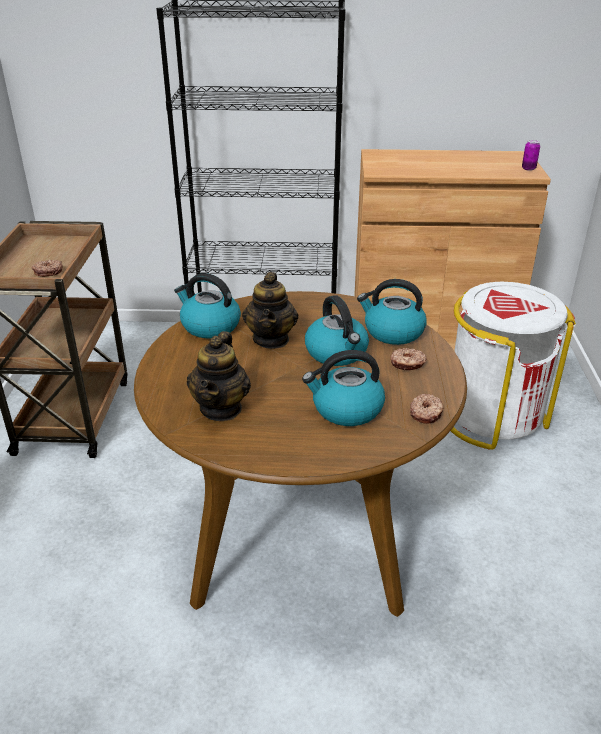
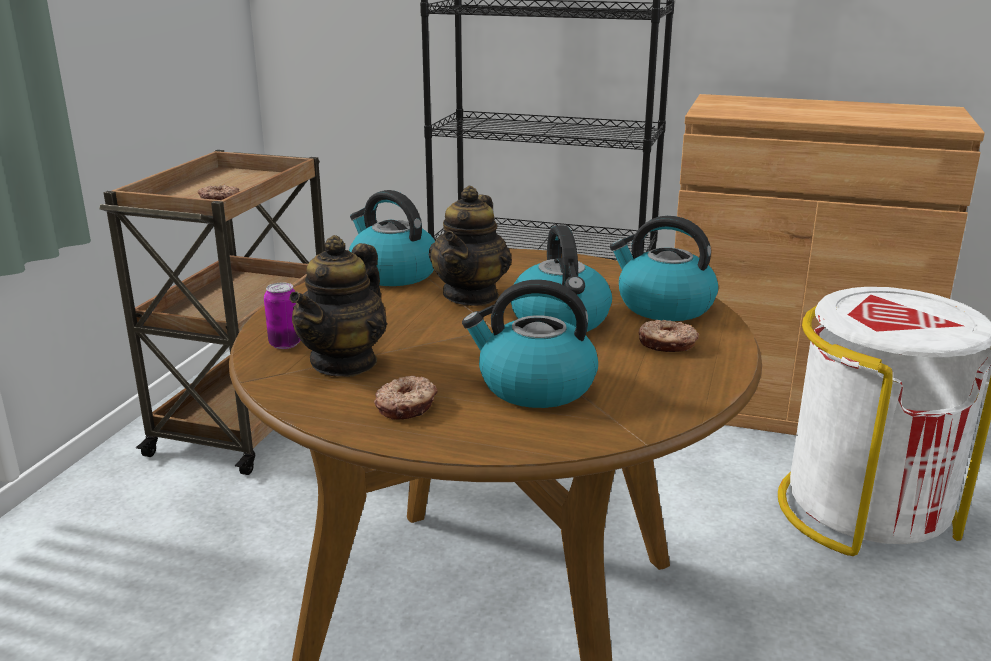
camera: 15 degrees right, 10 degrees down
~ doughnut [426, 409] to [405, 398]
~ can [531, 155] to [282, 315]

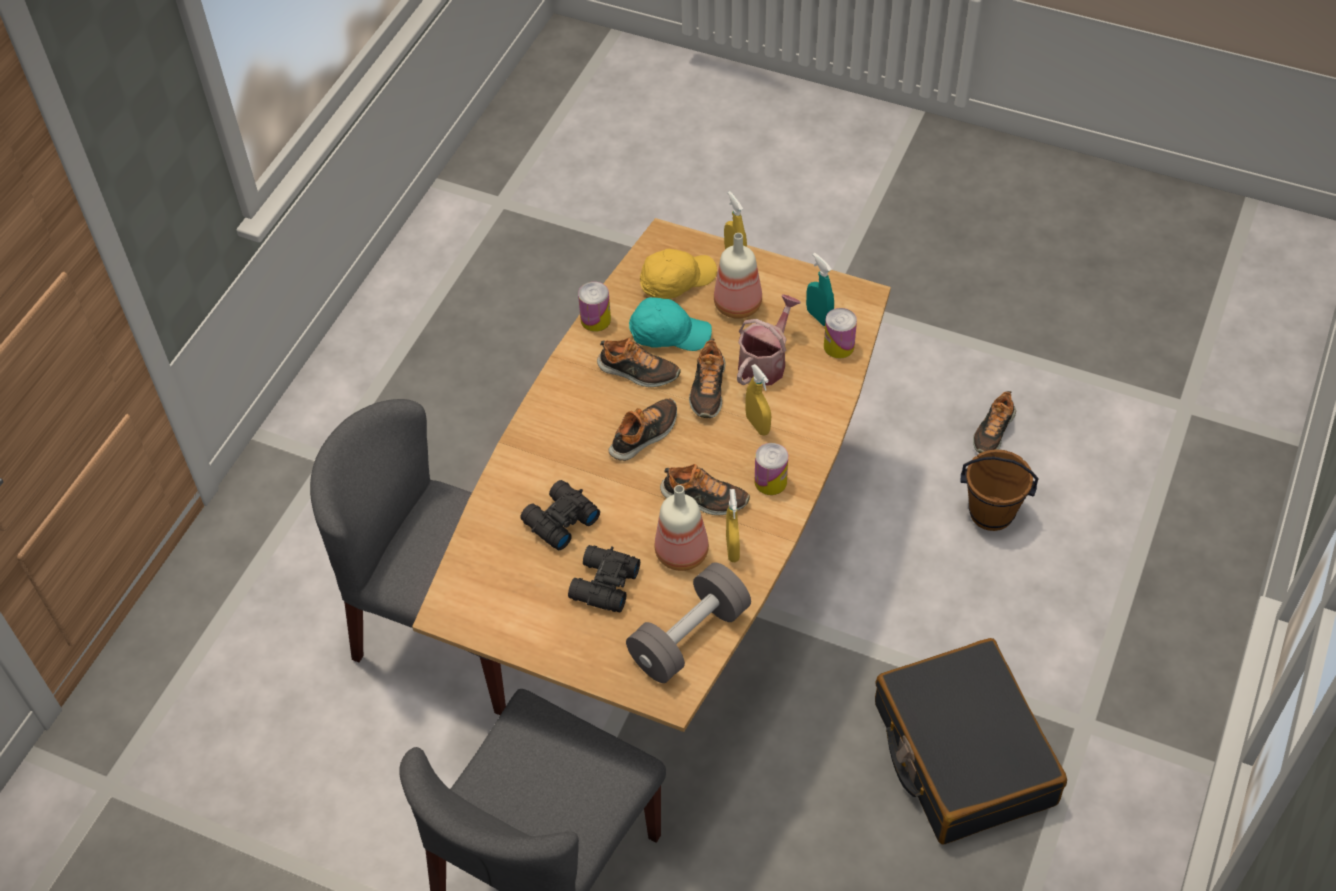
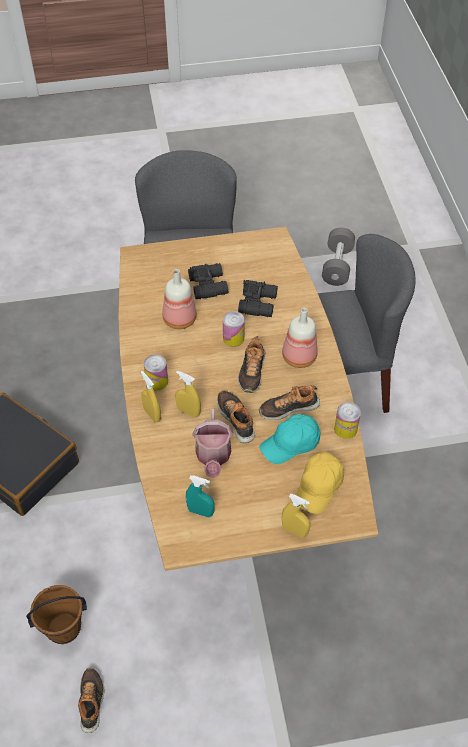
camera: 145 degrees right, 0 degrees up
~ dumbbell/gray [688, 622] to [338, 256]
- low shoe [705, 489]
~ drink bottle [738, 276] to [300, 338]
~ spray bottle/yellowish [733, 525] to [151, 396]
~ can [840, 333] to [234, 329]

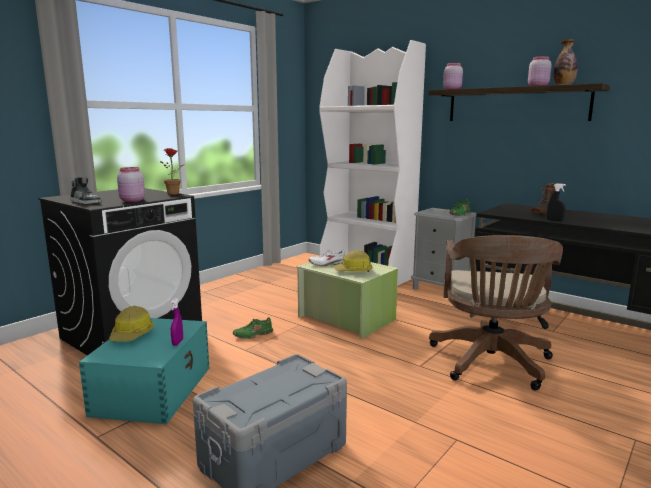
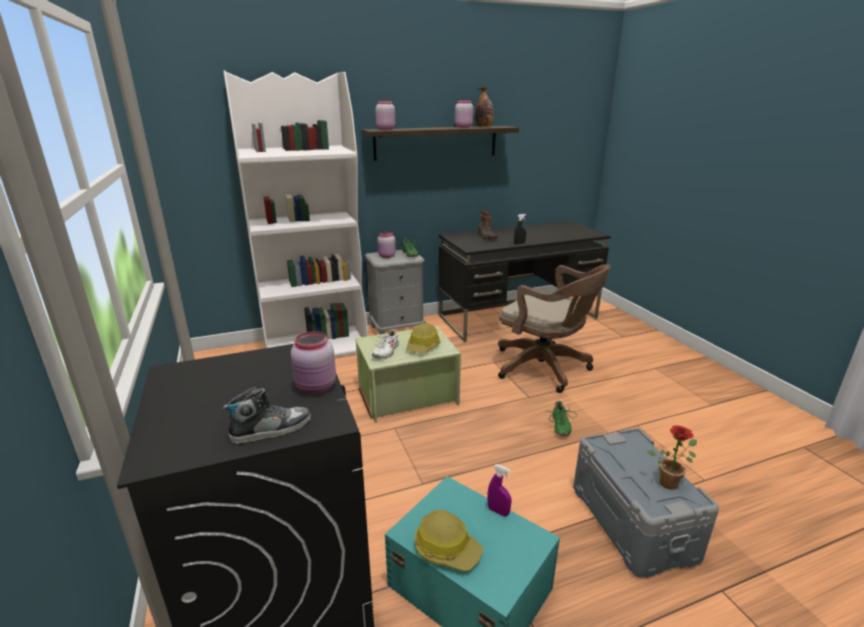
camera: 60 degrees left, 10 degrees up
~ potted plant [171, 171] to [672, 457]
~ low shoe/green-coloured [253, 328] to [562, 418]
+ storage jar/pink [386, 245]

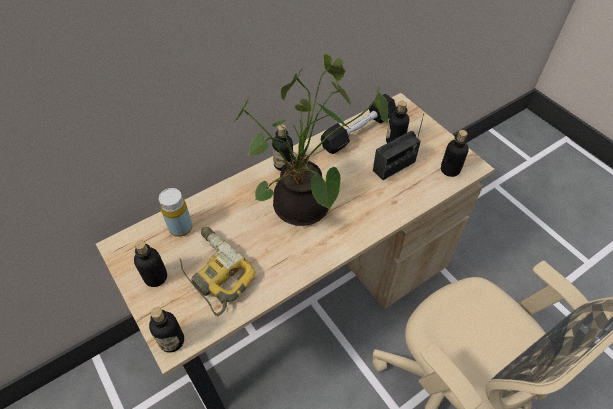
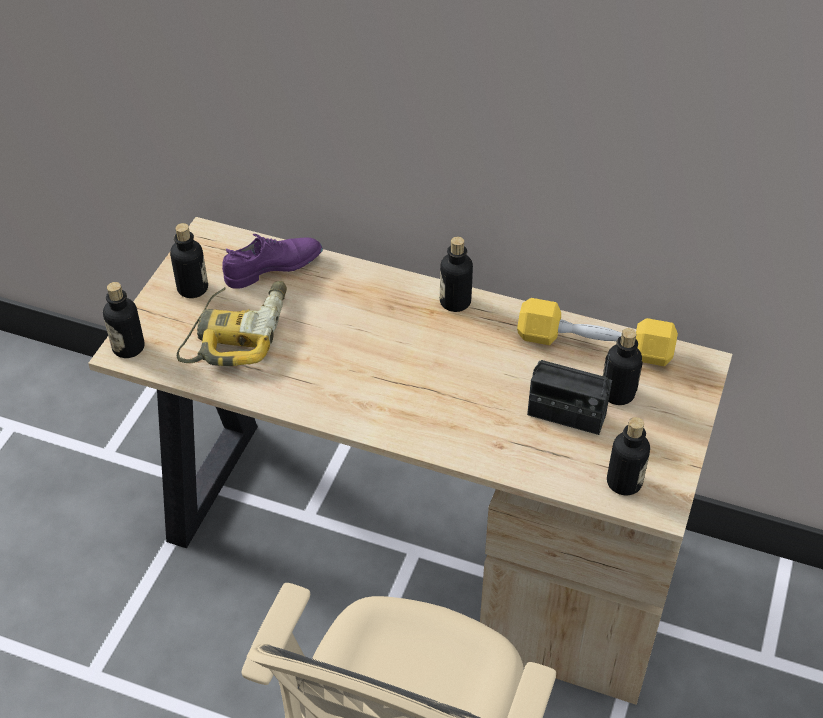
camera: 55 degrees right, 5 degrees down
~ drink bottle/yellowish [176, 212] to low shoe/purple [272, 261]
- potted plant [311, 140]
~ dumbbell/blackish [358, 124] to dumbbell/yellowish [597, 332]

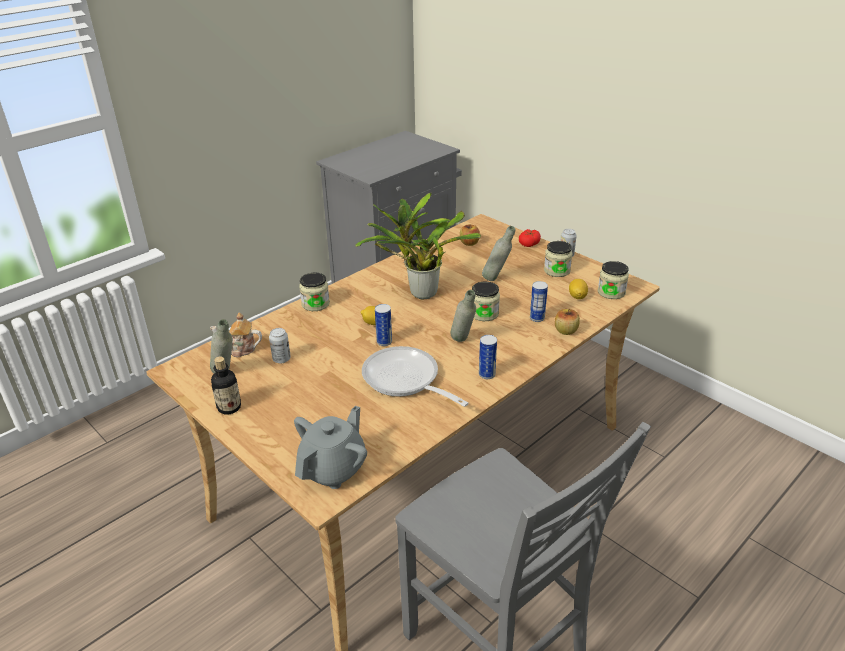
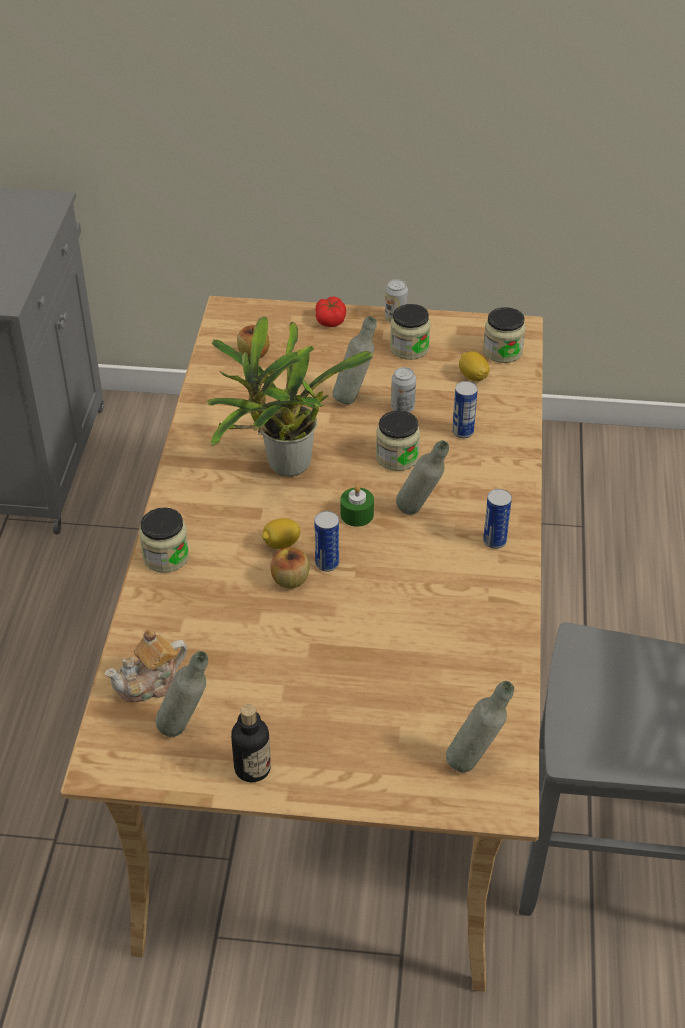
camera: 40 degrees left, 10 degrees up
~ can [280, 346] to [403, 389]
~ pot for tea/gray [330, 447] to drink bottle/gray [480, 727]
- pan [415, 376]
~ whole apple [567, 322] to [290, 568]
+ wax candle/green-coloured [357, 506]

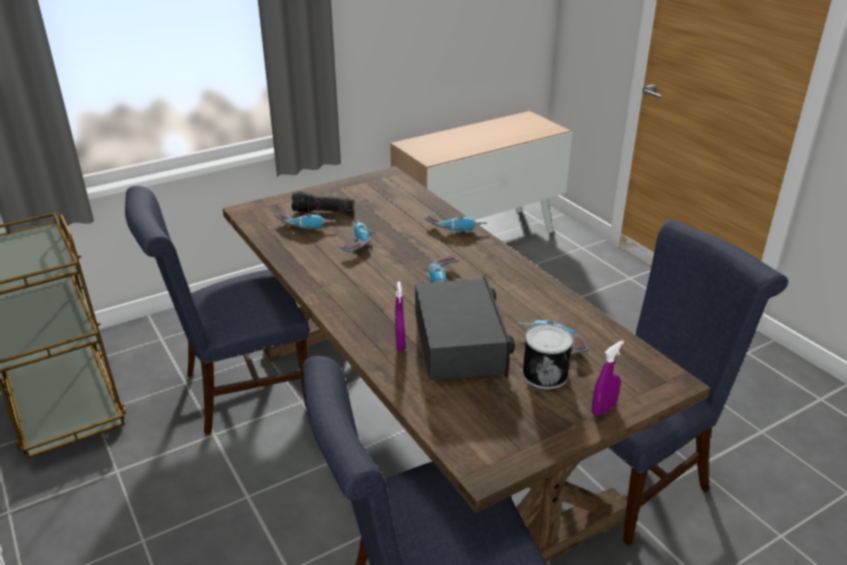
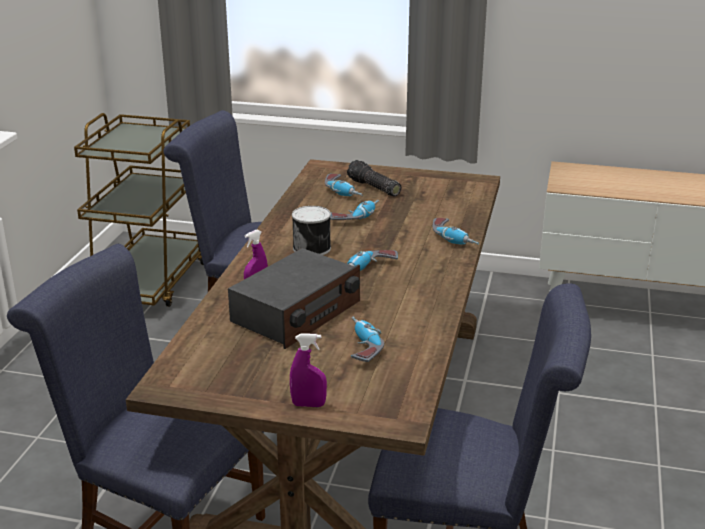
camera: 45 degrees right, 5 degrees down
~ can [547, 356] to [311, 230]

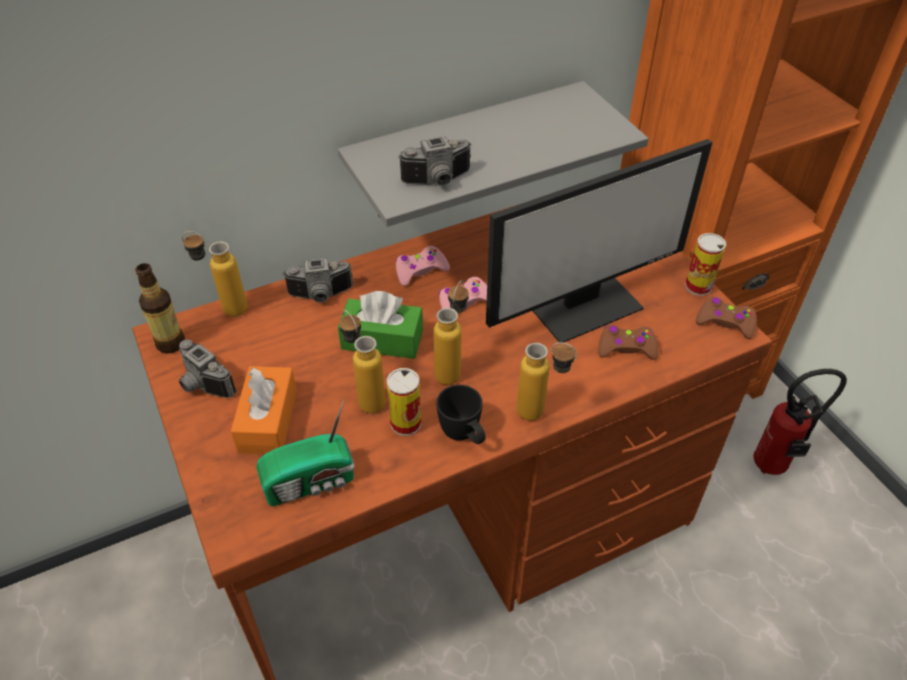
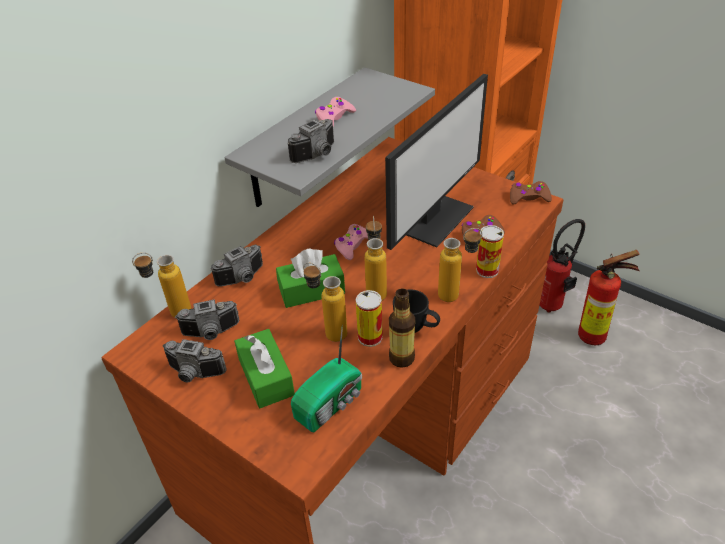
camera: 25 degrees left, 5 degrees down
~ drink bottle [160, 308] to [402, 328]
~ box of tissues/orange-coloured [264, 410] to box of tissues/green-coloured [264, 368]
~ joypad/pink [423, 266] to [335, 112]
~ can [705, 264] to [490, 251]
+ photo camera [207, 319]
+ fire extinguisher [609, 297]

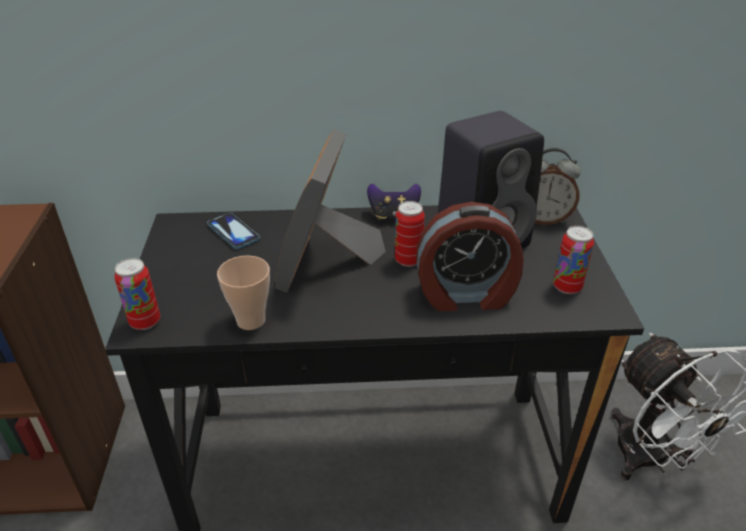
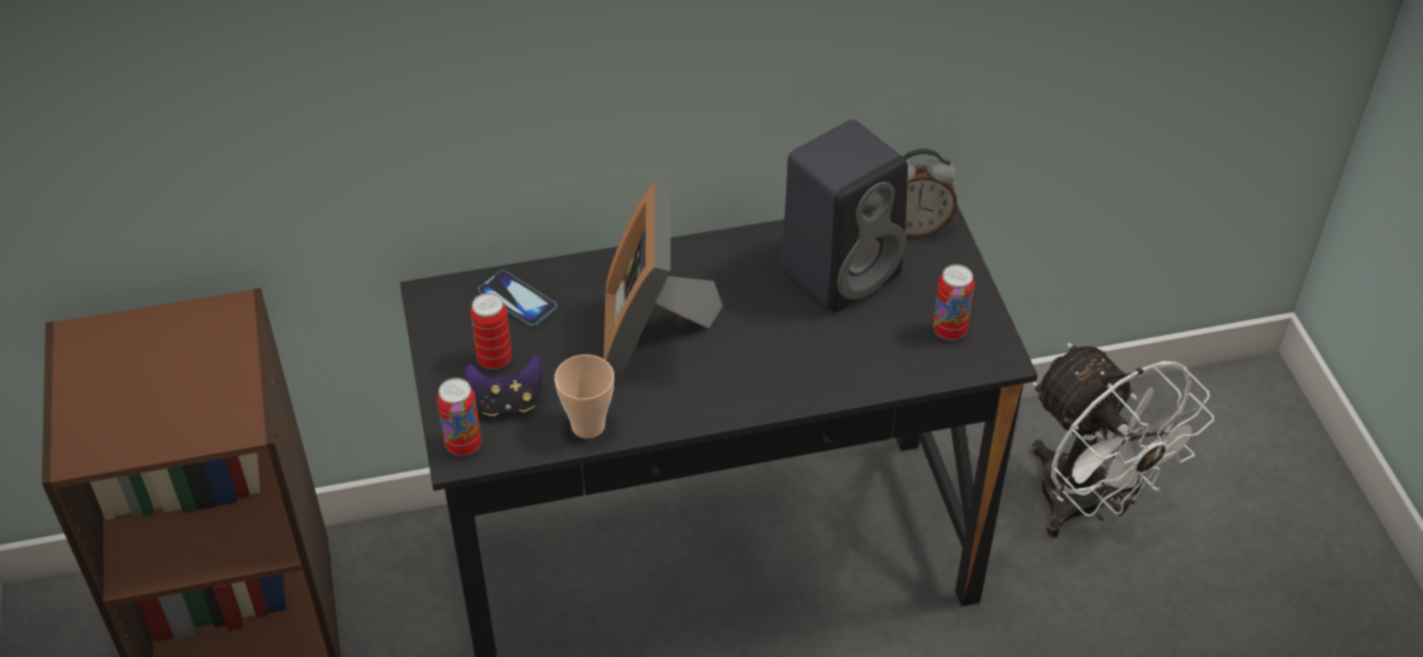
camera: 10 degrees left, 10 degrees up
~ joypad [394, 202] to [503, 386]
~ can [410, 234] to [491, 331]
- bedside clock [470, 256]

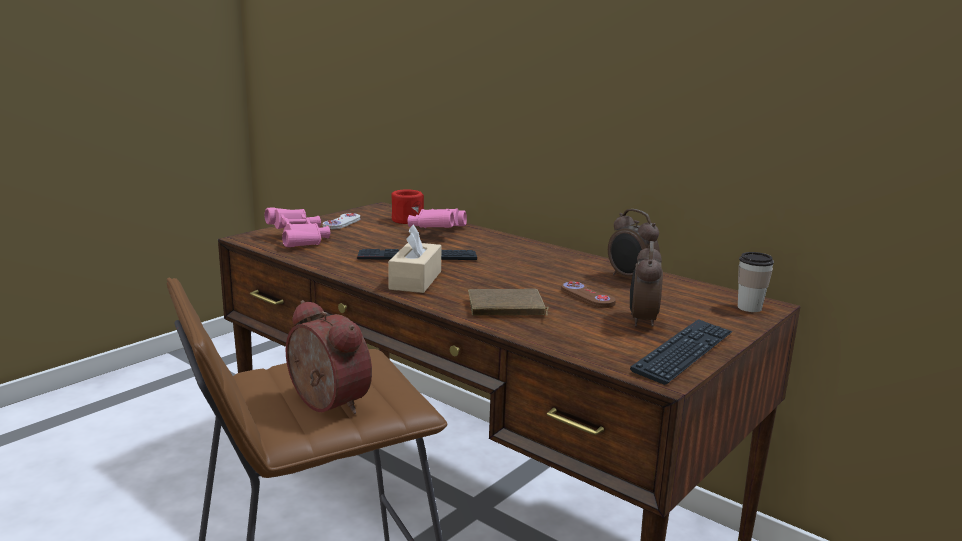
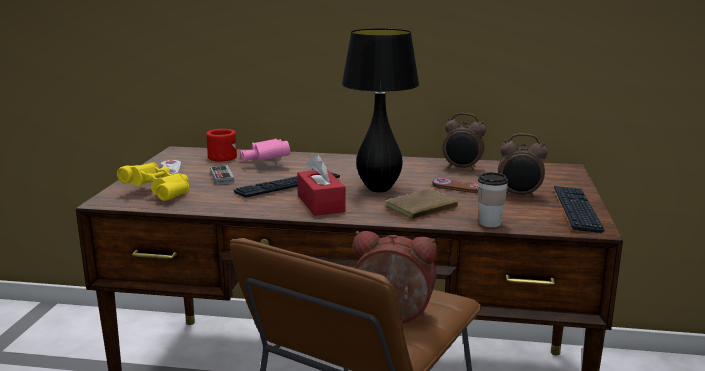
camera: 30 degrees left, 0 degrees up
~ pair of binoculars/pink [297, 227] to pair of binoculars/yellowish [153, 181]
~ box of tissues/beige [415, 259] to box of tissues/red-coloured [321, 185]
~ bedside clock [646, 284] = [523, 166] 60 degrees counterclockwise
~ cup [756, 282] to [493, 199]
+ joypad [222, 175]
+ lamp for a table/blackish [380, 110]

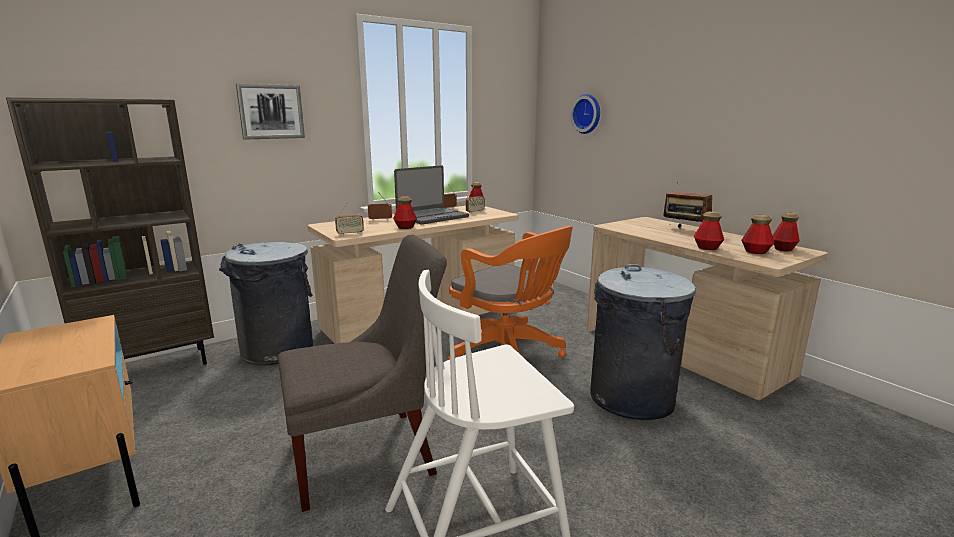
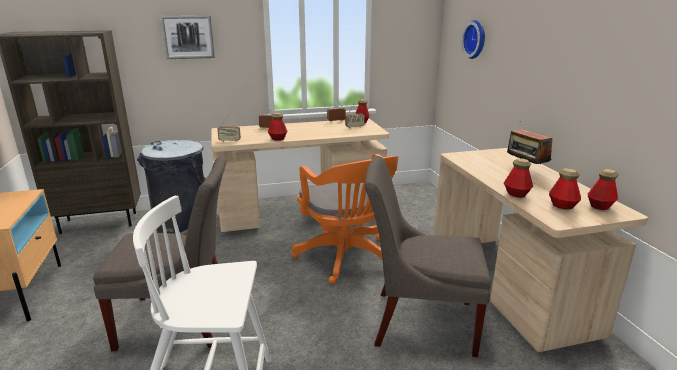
camera: 20 degrees right, 5 degrees up
- portable computer [431, 194]
~ trash can/gray [643, 342] to plain chair/gray [428, 256]

